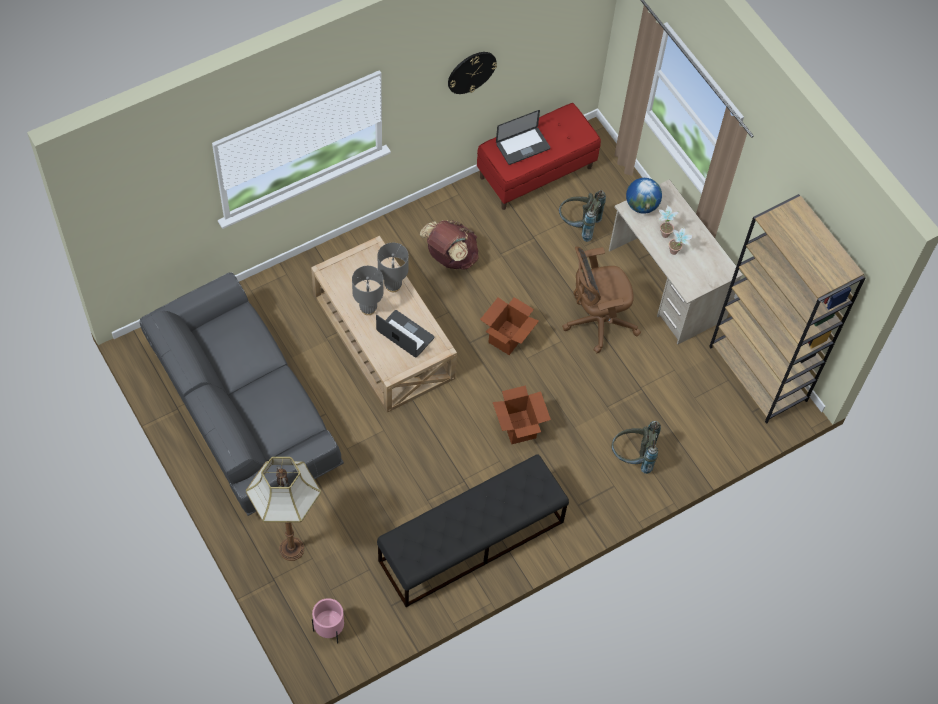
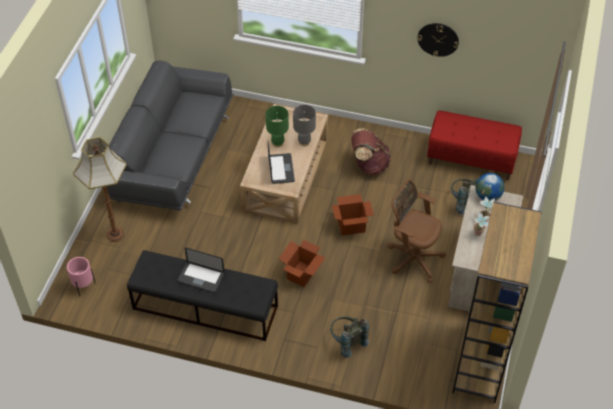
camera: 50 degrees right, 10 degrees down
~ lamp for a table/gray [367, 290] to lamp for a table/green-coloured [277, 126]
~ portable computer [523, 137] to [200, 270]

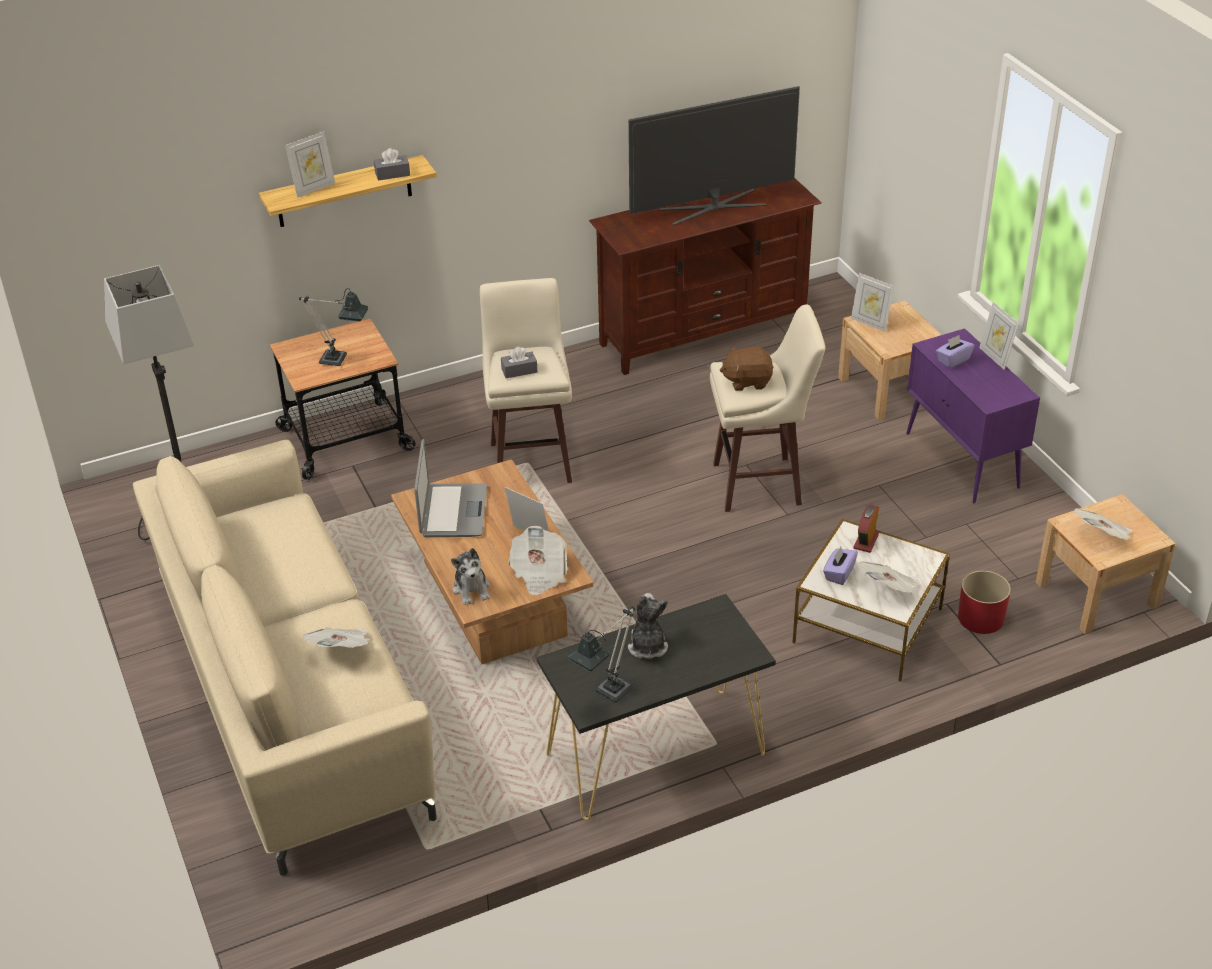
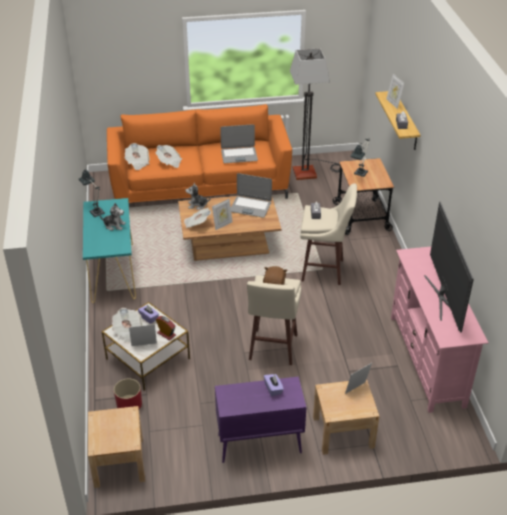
camera: 105 degrees right, 0 degrees up
~ settee/beige [285, 658] to settee/orange-coloured [199, 153]
~ narrow table/blackish [656, 707] to narrow table/turquoise-coloured [109, 250]
~ media console/brownish [705, 277] to media console/pink [440, 330]
~ picture frame [999, 336] to [143, 335]
~ printed paper [1103, 524] to [137, 156]
+ portable computer [239, 143]

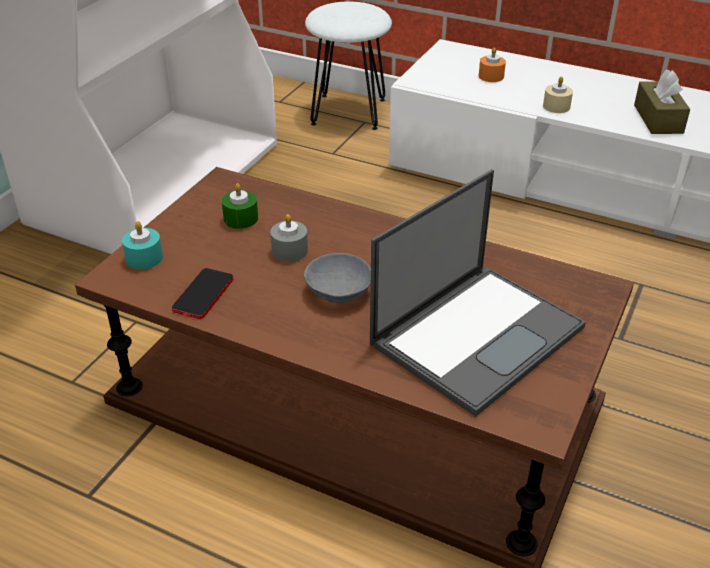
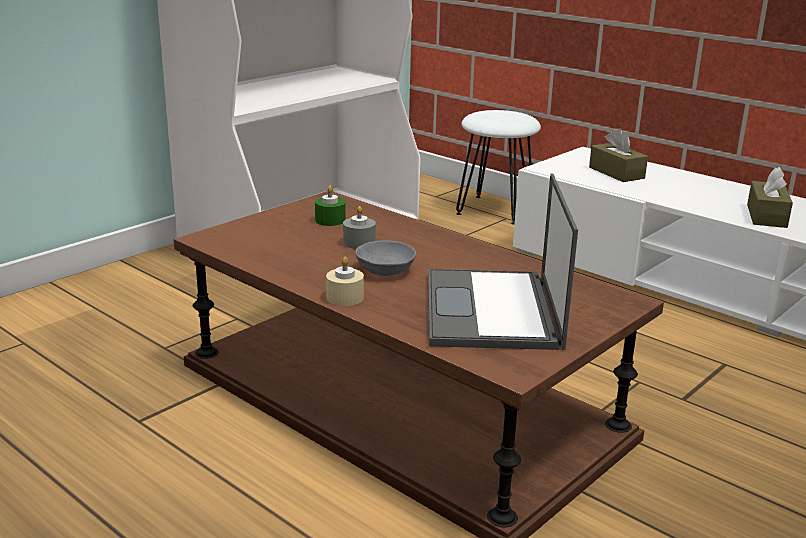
camera: 15 degrees right, 15 degrees down
- wax candle/turquoise-coloured [142, 245]
- handset [202, 293]
~ portable computer [478, 293] = [503, 262] 120 degrees clockwise
~ wax candle/orange-coloured [492, 64] to box of tissues/brownish [618, 155]
~ wax candle/beige [558, 94] to [345, 281]

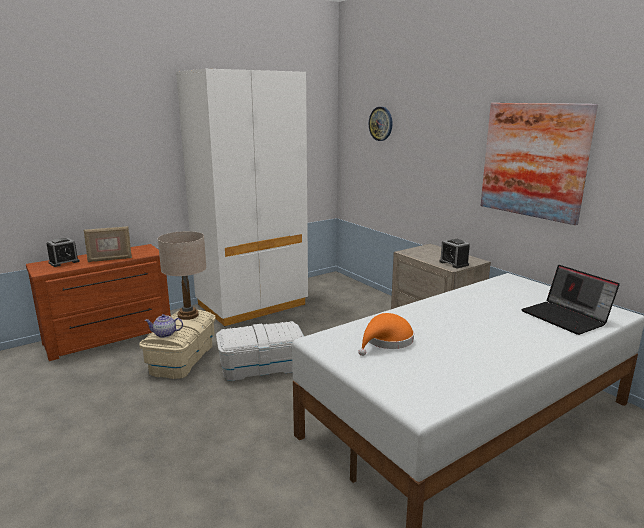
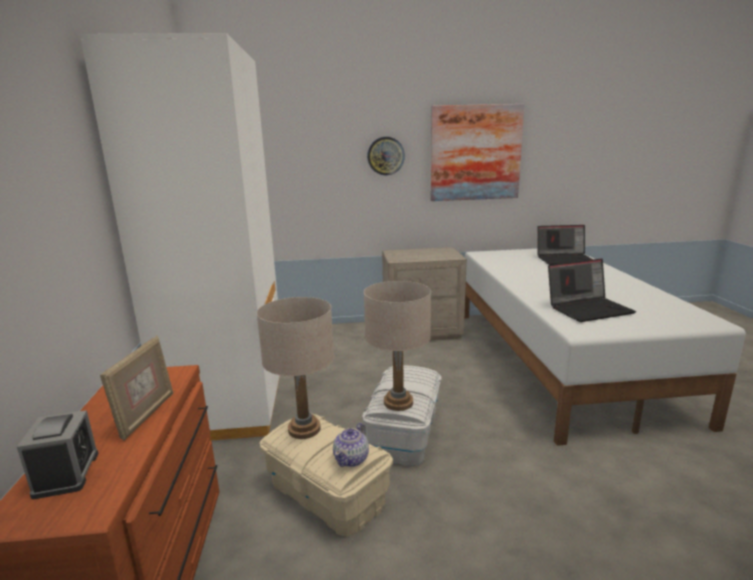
camera: 60 degrees left, 0 degrees up
~ wearable hat/orange-coloured [386, 334] to portable computer [592, 290]
~ hanging clock [380, 124] to [386, 156]
- bedside clock [454, 253]
+ lamp for a table/beige [397, 346]

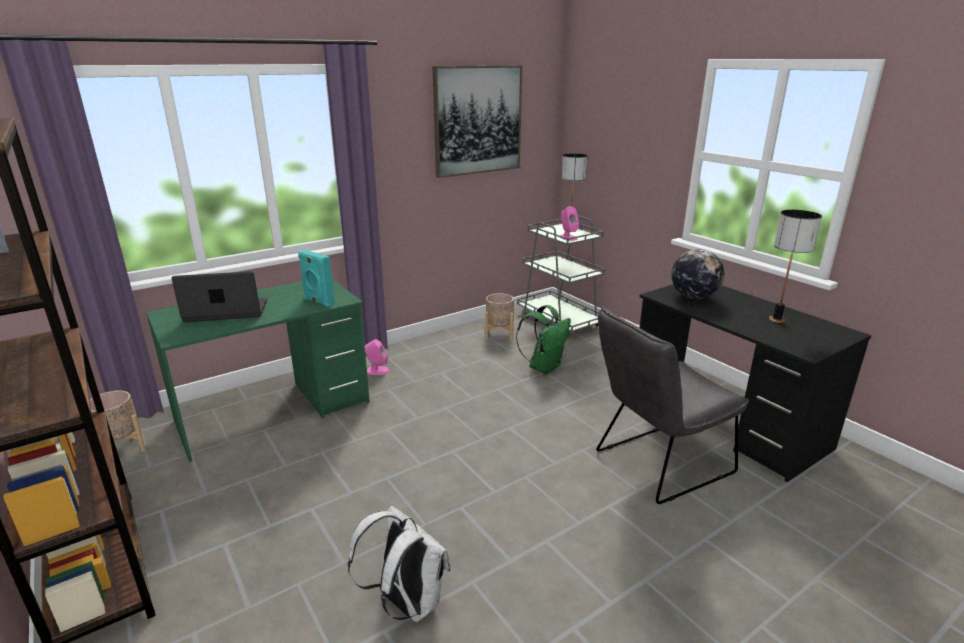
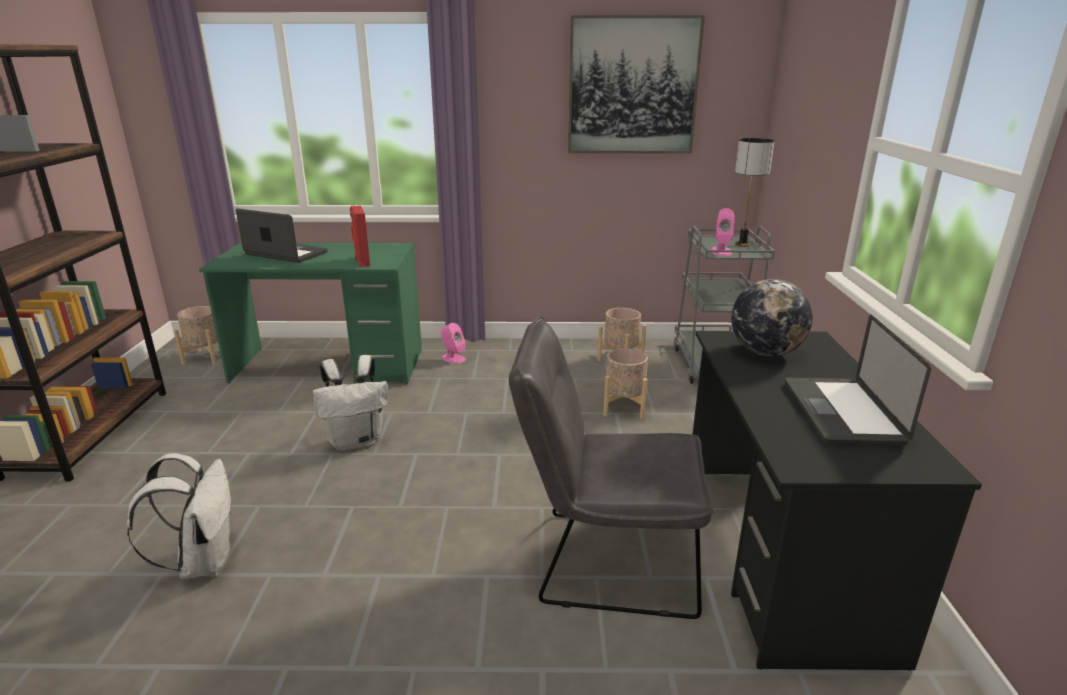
camera: 35 degrees right, 0 degrees up
~ loudspeaker/turquoise-coloured [316, 278] to loudspeaker/red-coloured [360, 236]
~ knapsack/green-coloured [543, 339] to plant pot/beige [625, 383]
~ lamp for a table [795, 266] to portable computer [858, 380]
+ knapsack/white-coloured [350, 403]

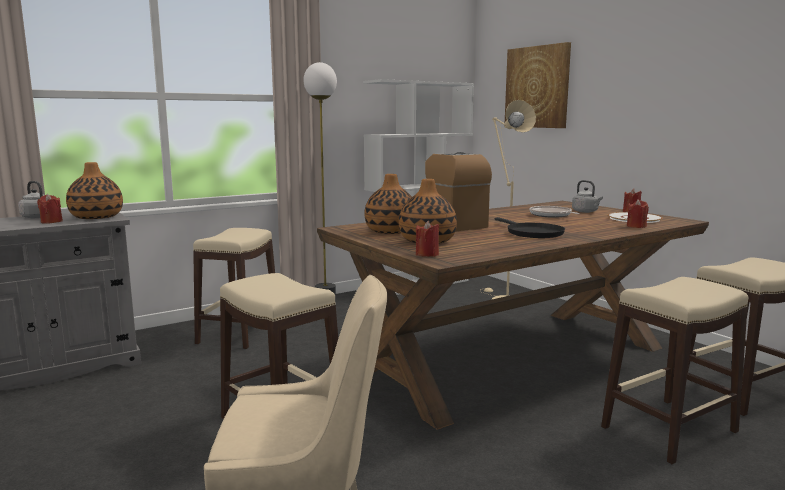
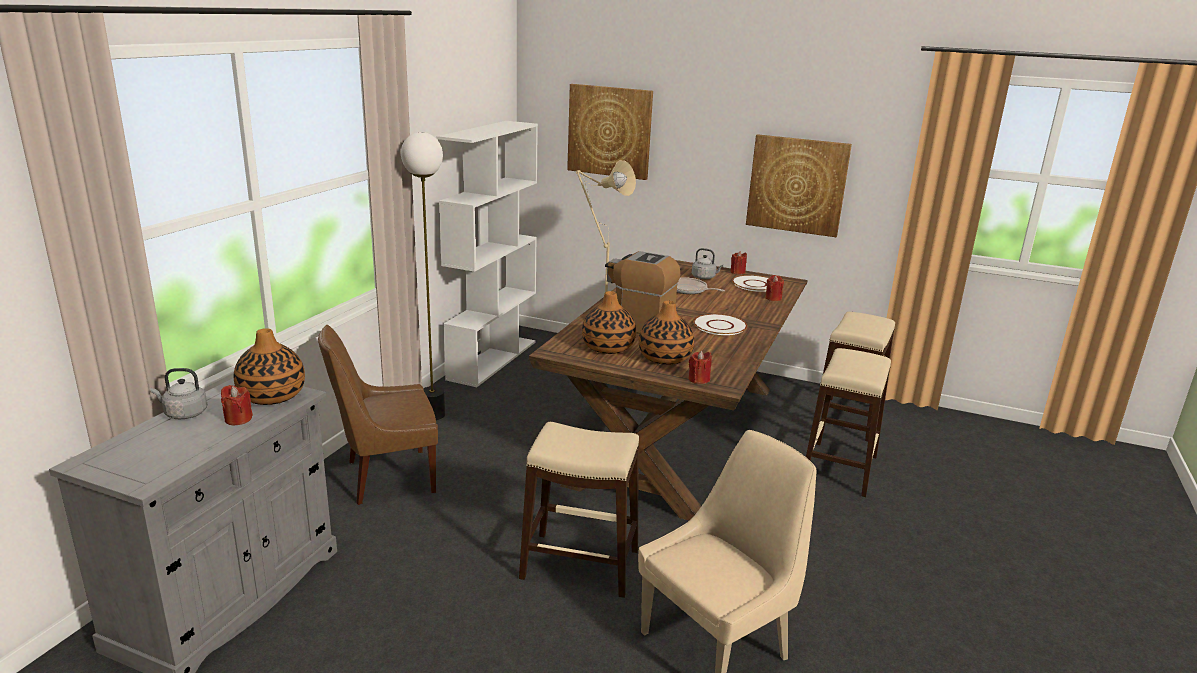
camera: 35 degrees left, 10 degrees up
~ sitting stool/beige [234, 288] to plain chair/brownish [378, 415]
~ pan/blackish [529, 227] to flat dish/white-coloured [720, 324]
+ picture [799, 185]

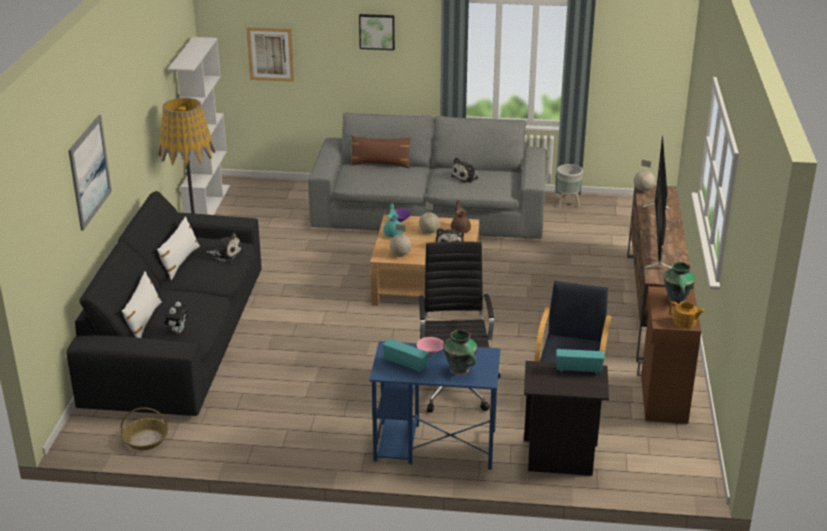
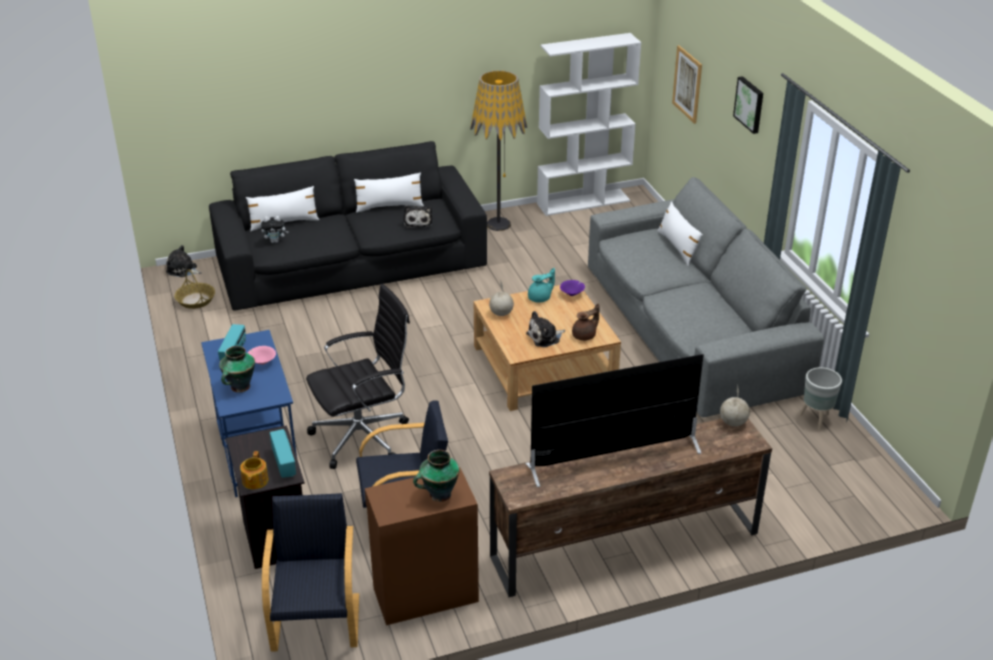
camera: 65 degrees right, 5 degrees up
- picture [90, 173]
~ throw pillow/brownish [380, 152] to throw pillow/white-coloured [680, 233]
- desk globe [429, 218]
~ soft toy [465, 170] to [184, 261]
~ pot for tea [687, 314] to [254, 470]
+ armchair/blackish [310, 572]

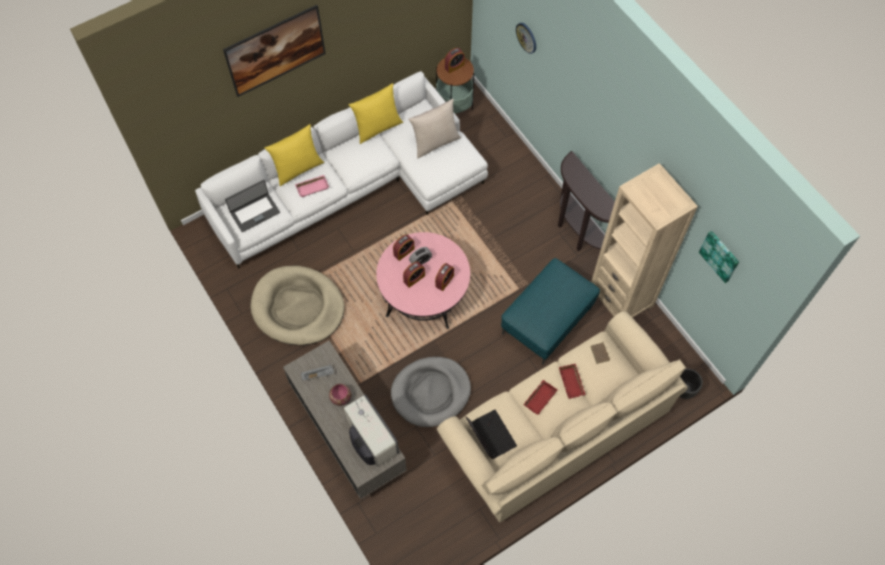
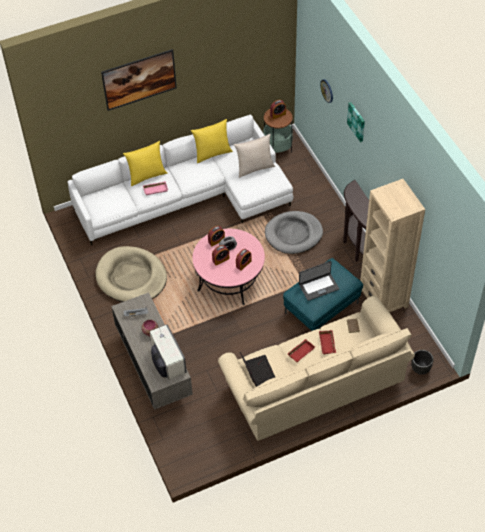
camera: 10 degrees right, 10 degrees down
~ portable computer [252, 206] to [319, 281]
~ dog cushion/gray [431, 392] to [294, 232]
~ picture [719, 257] to [356, 122]

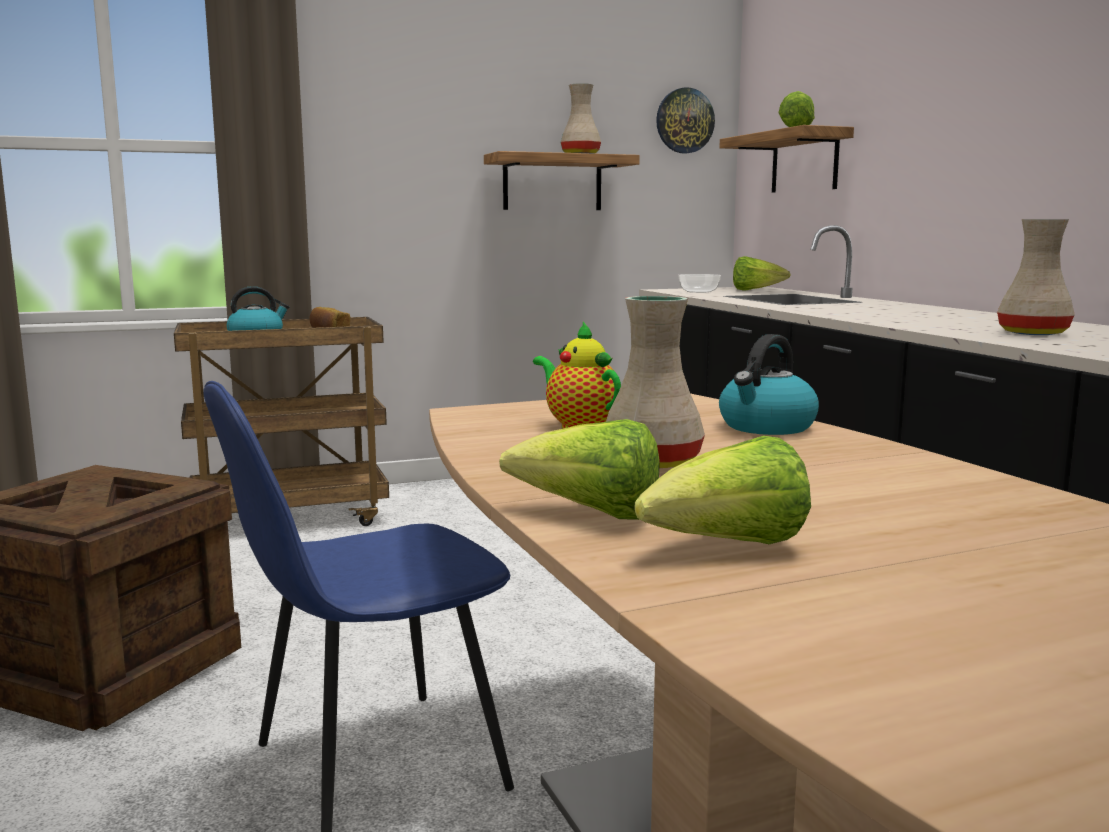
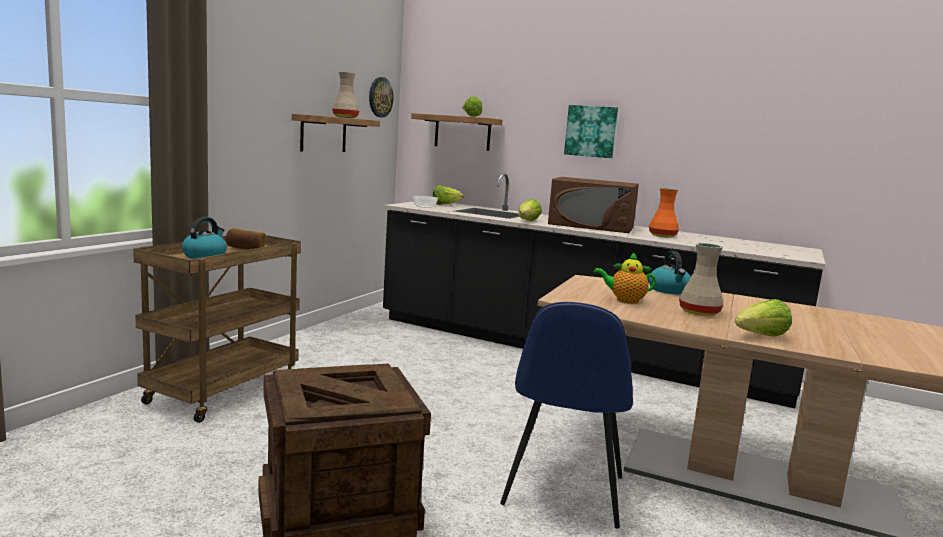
camera: 45 degrees left, 0 degrees up
~ lettuce [723, 490] to [530, 210]
~ decorative vase/beige [1035, 277] to decorative vase/orange-coloured [664, 212]
+ microwave/brownish [593, 205]
+ picture [591, 131]

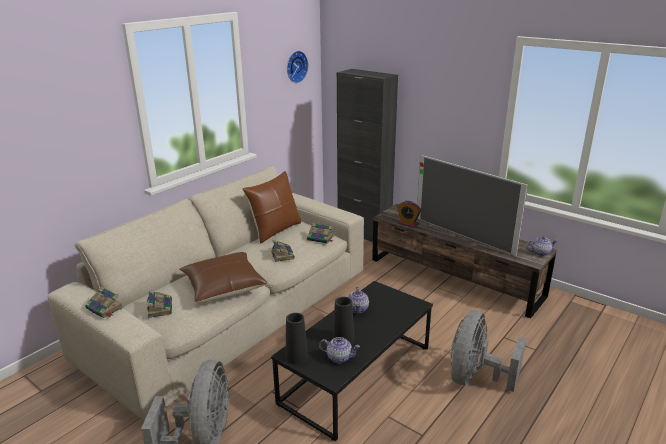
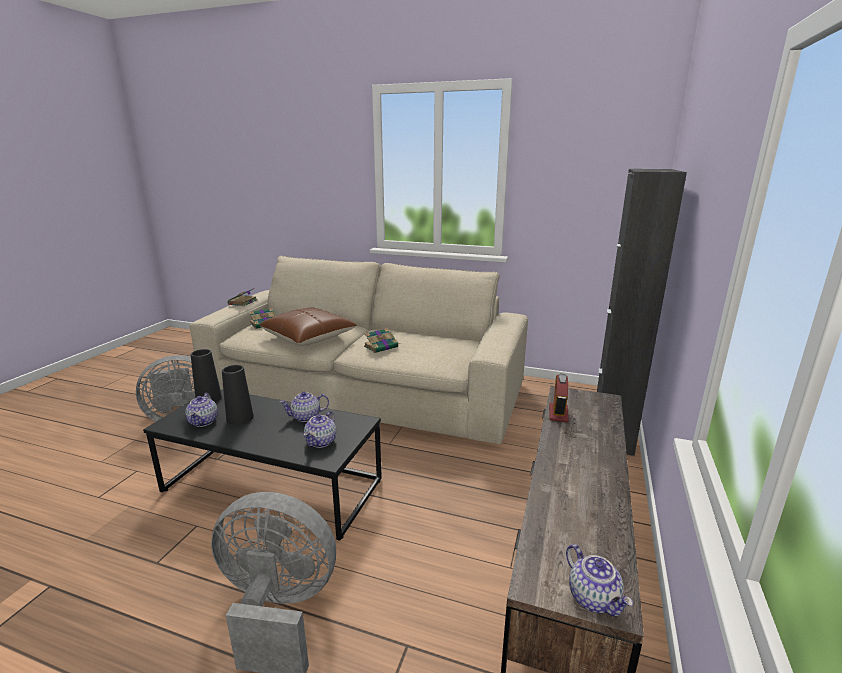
camera: 70 degrees right, 5 degrees down
- throw pillow/brownish [271, 207]
- hanging clock [297, 67]
- volume [320, 233]
- TV set [472, 205]
+ pot for tea [320, 429]

